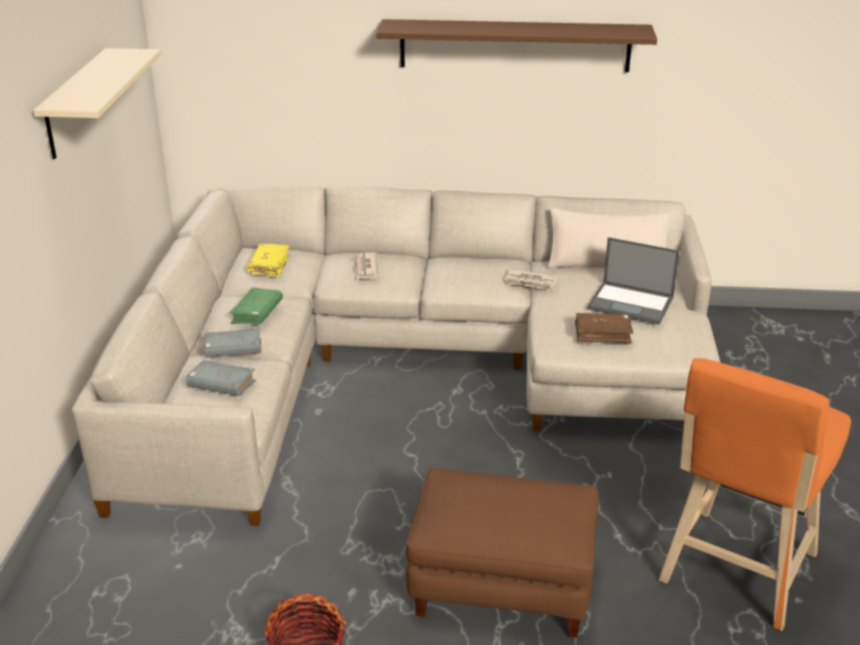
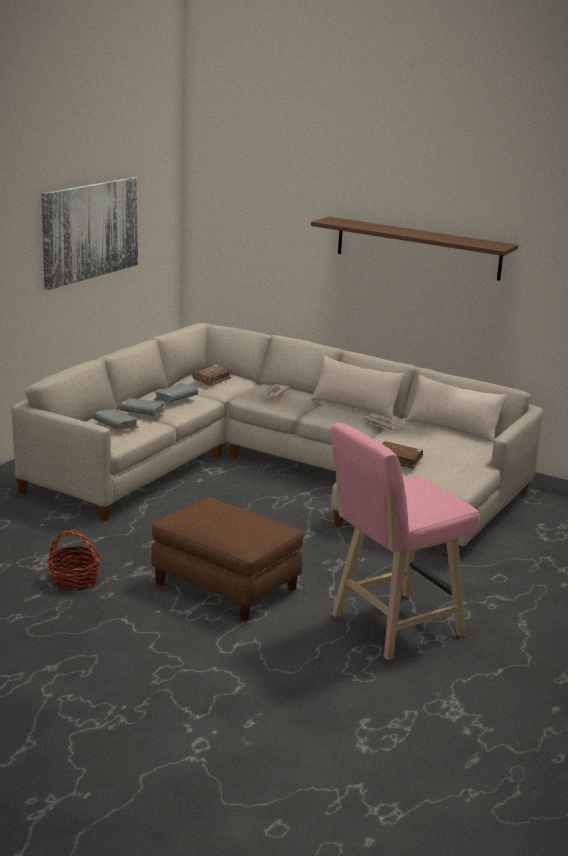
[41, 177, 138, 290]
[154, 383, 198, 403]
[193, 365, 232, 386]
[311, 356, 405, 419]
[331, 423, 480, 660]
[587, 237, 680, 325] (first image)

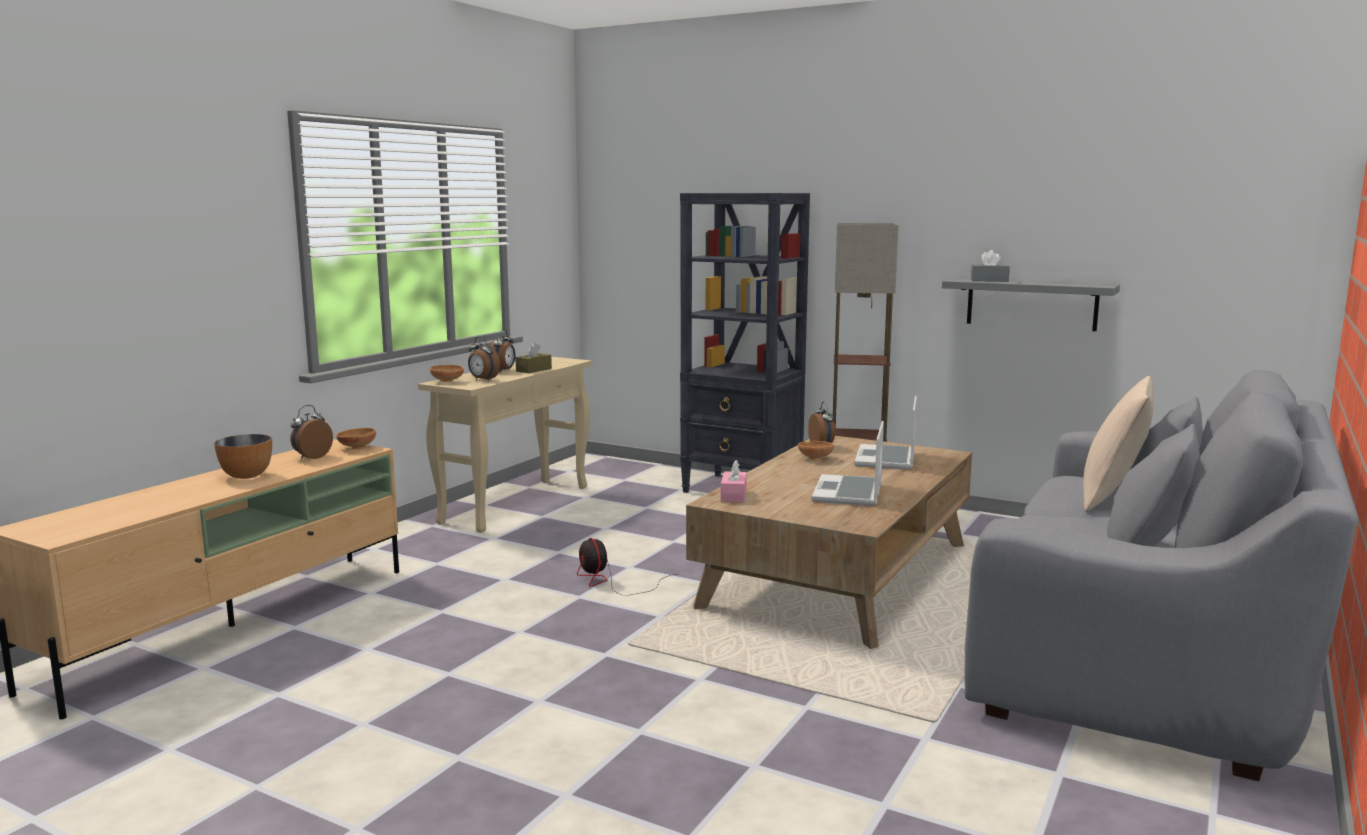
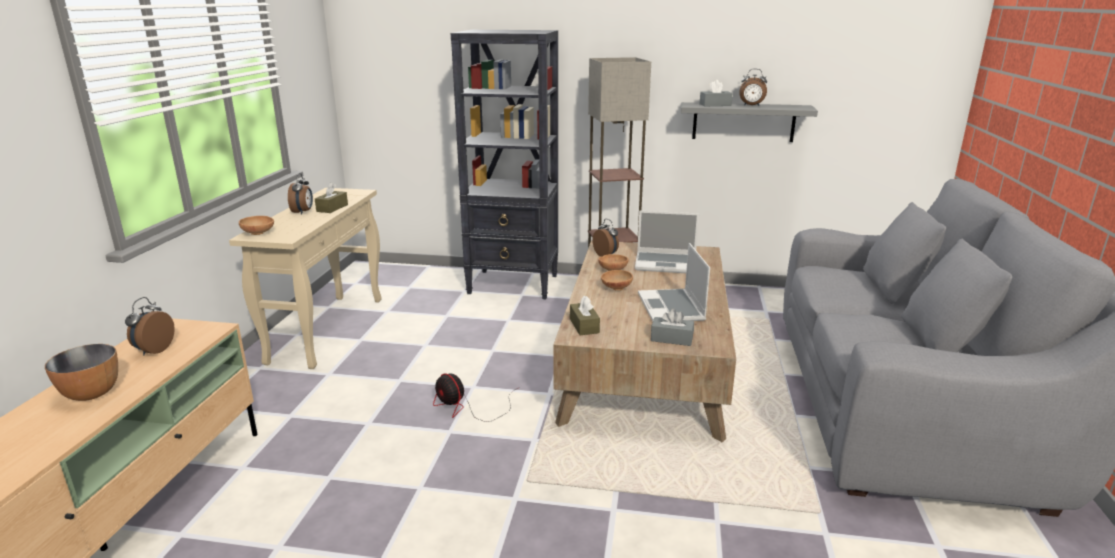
[570, 296, 600, 335]
[601, 270, 633, 290]
[635, 211, 699, 273]
[651, 309, 694, 346]
[739, 69, 767, 106]
[1083, 376, 1154, 512] (first image)

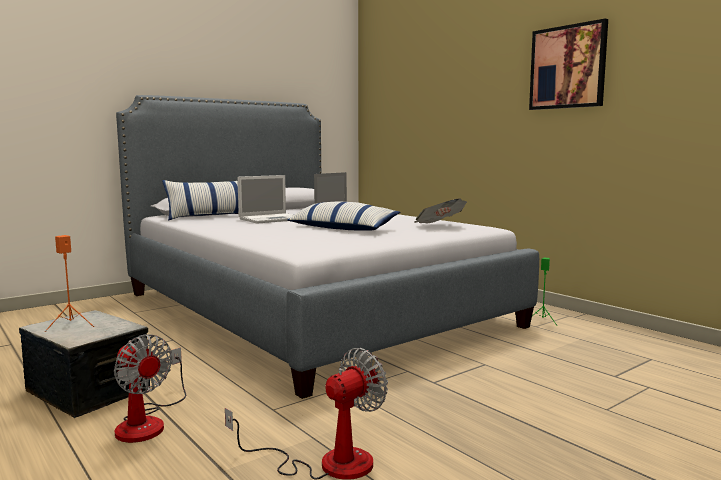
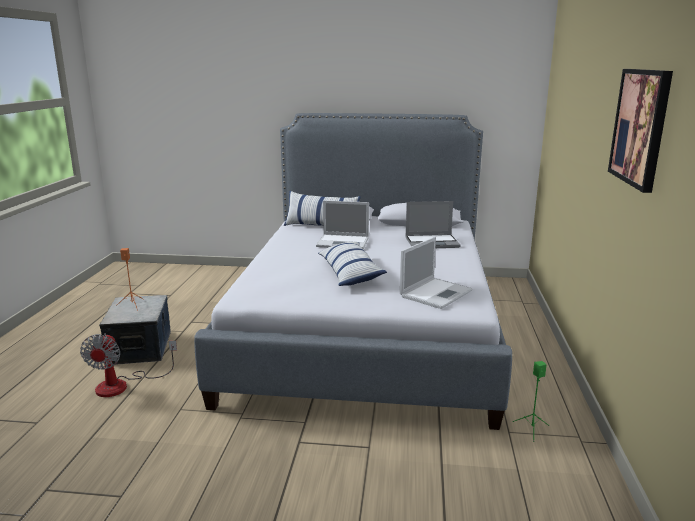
[400, 237, 473, 309]
[225, 348, 388, 480] (first image)

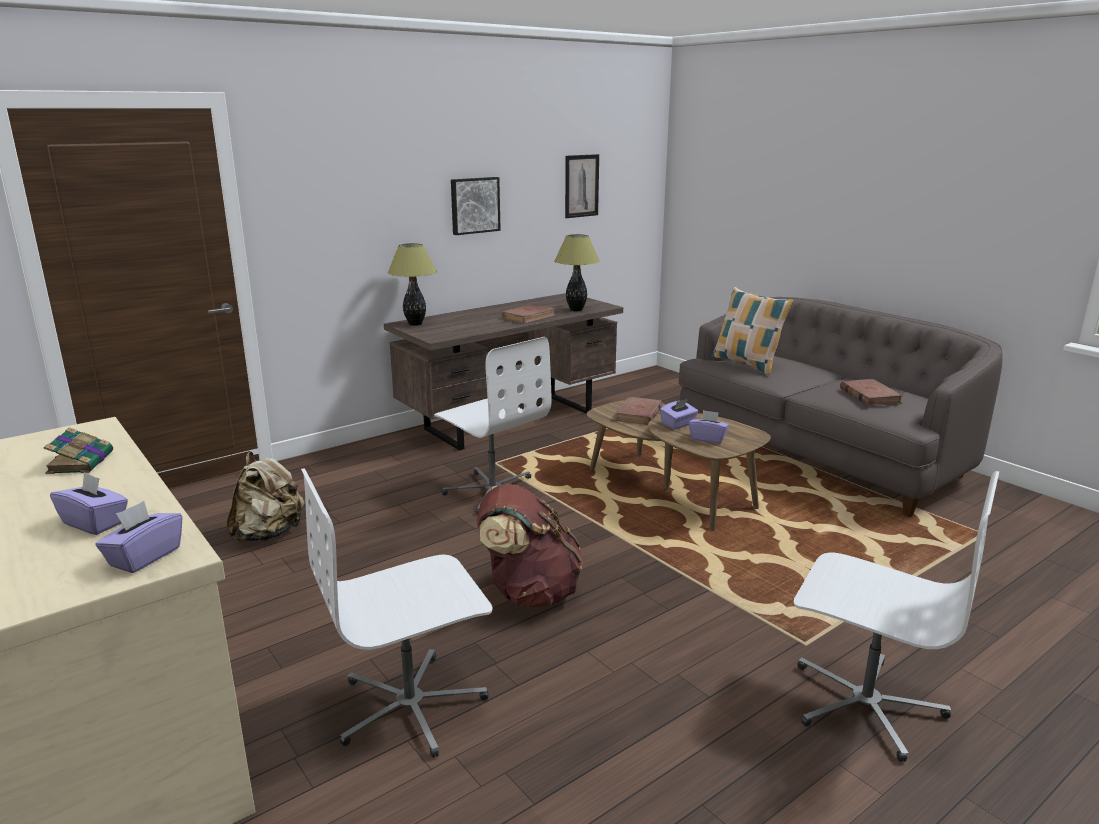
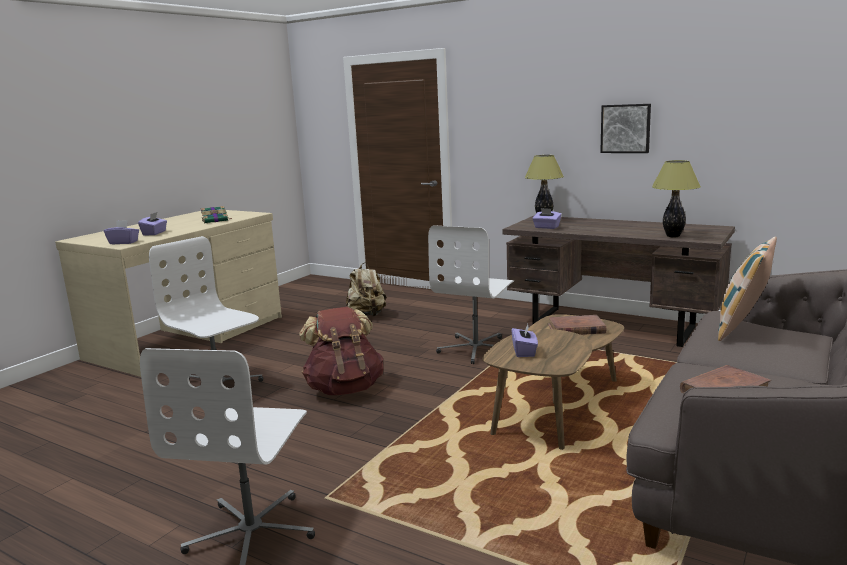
[532, 208, 562, 229]
[502, 304, 557, 324] (first image)
[565, 154, 599, 218] (first image)

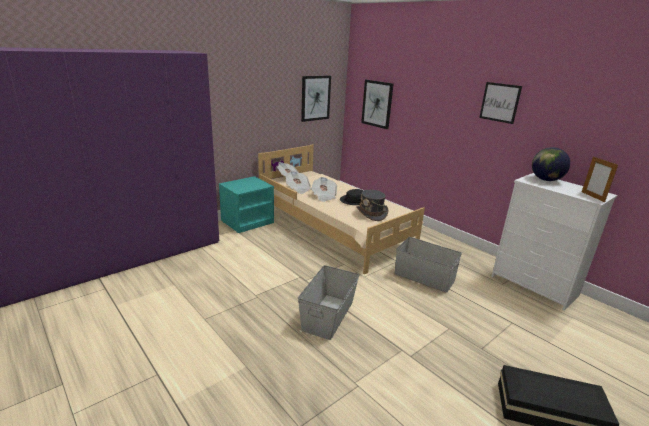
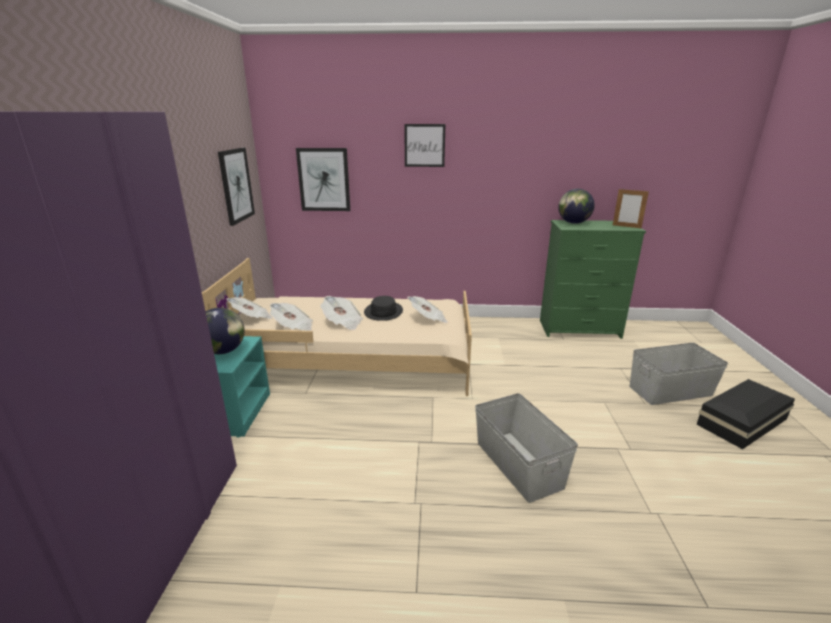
[206, 308, 245, 354]
[404, 124, 445, 167]
[407, 296, 448, 323]
[540, 220, 646, 339]
[630, 343, 728, 405]

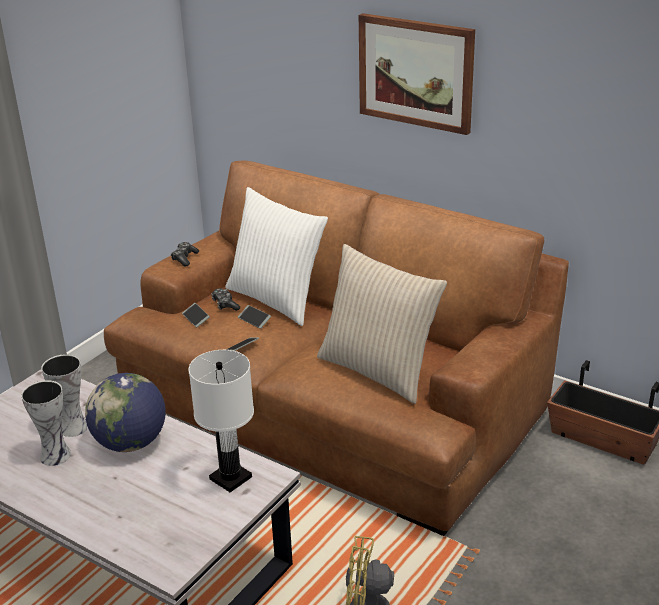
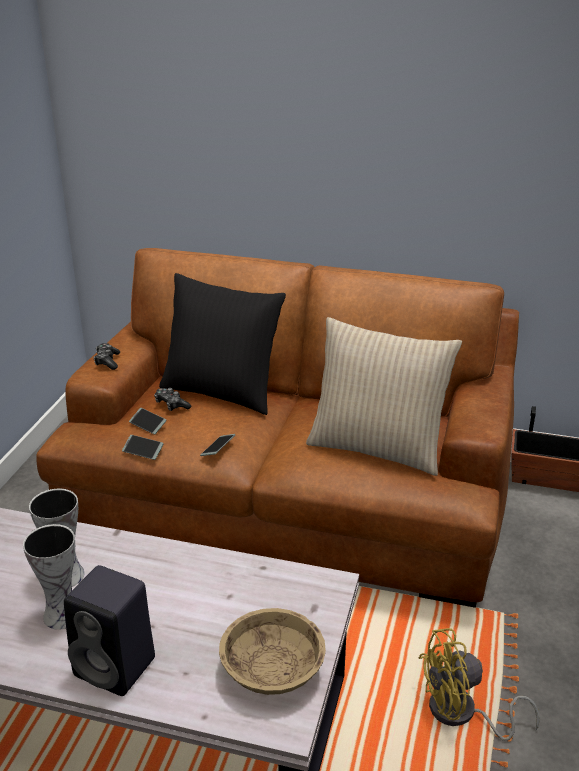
[64, 565, 155, 696]
[122, 435, 164, 460]
[159, 273, 286, 415]
[219, 608, 326, 695]
[85, 373, 166, 452] (first image)
[189, 350, 254, 492] (first image)
[359, 13, 475, 135] (first image)

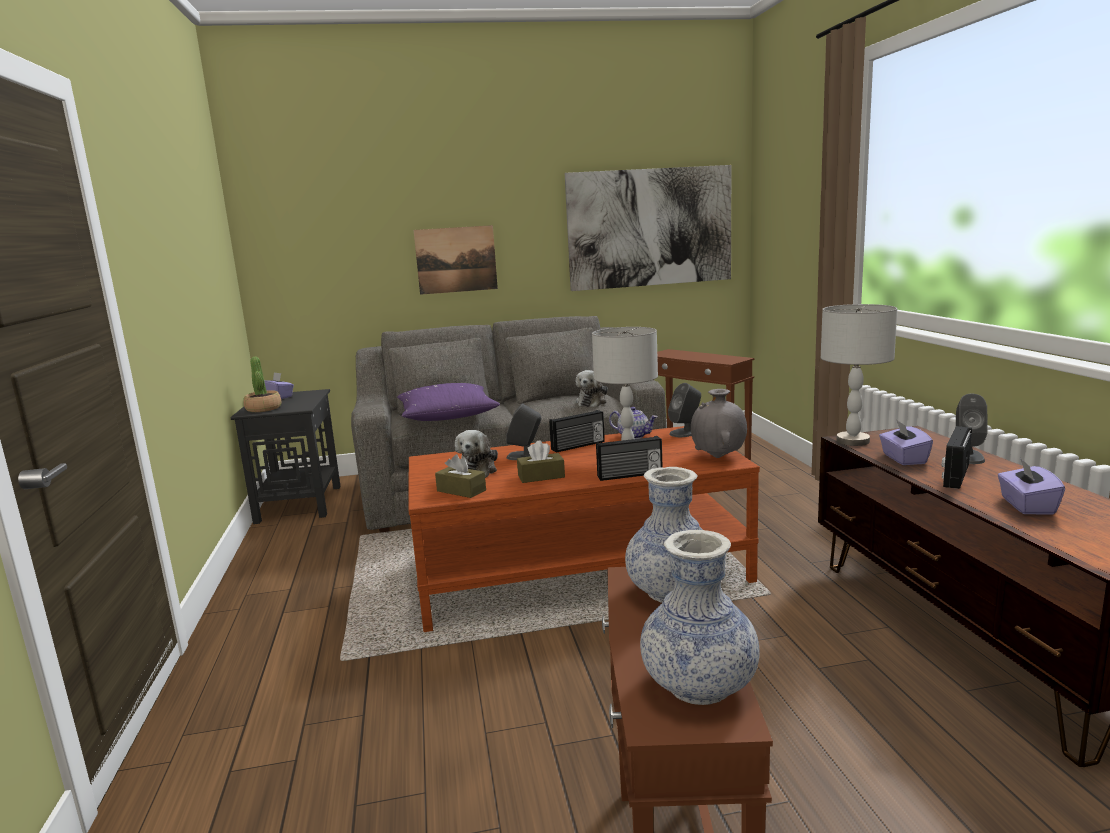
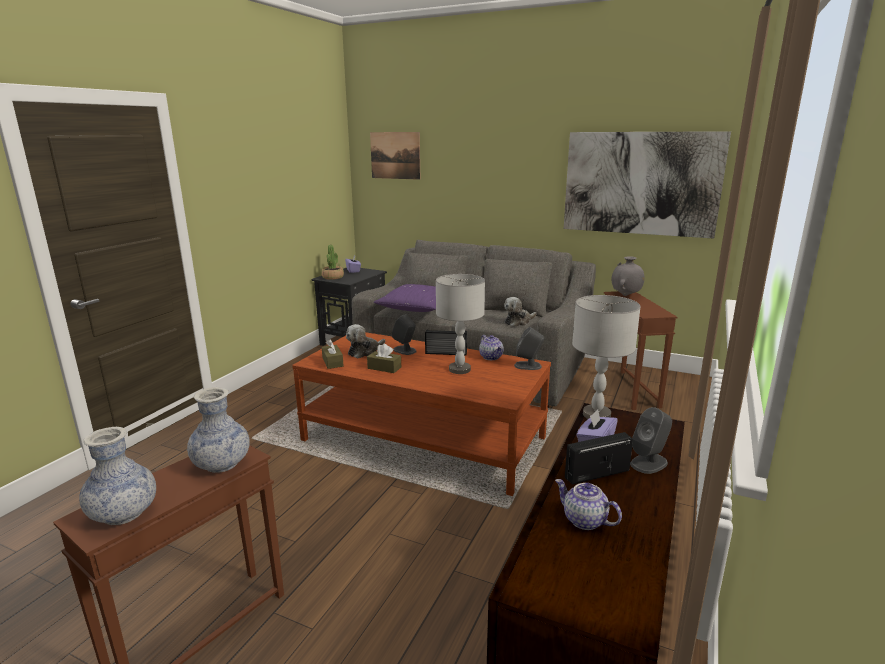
[370, 132, 420, 180]
[555, 479, 622, 530]
[612, 256, 644, 296]
[596, 436, 662, 481] (first image)

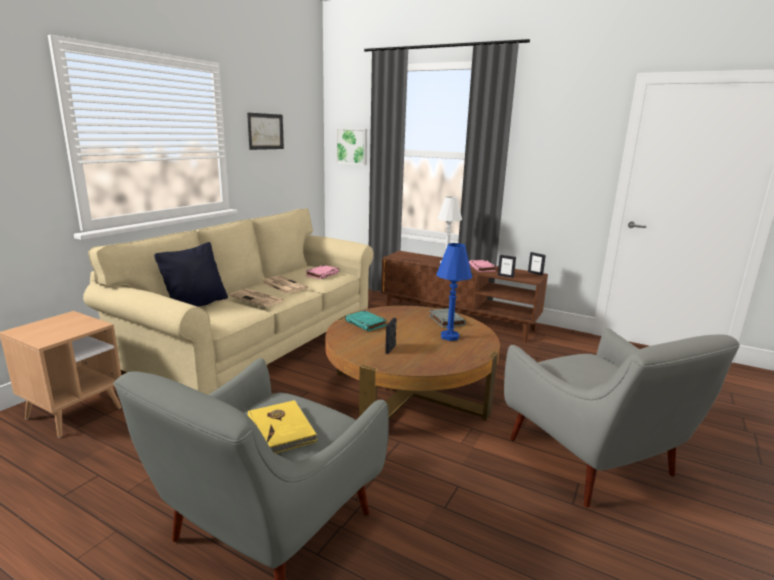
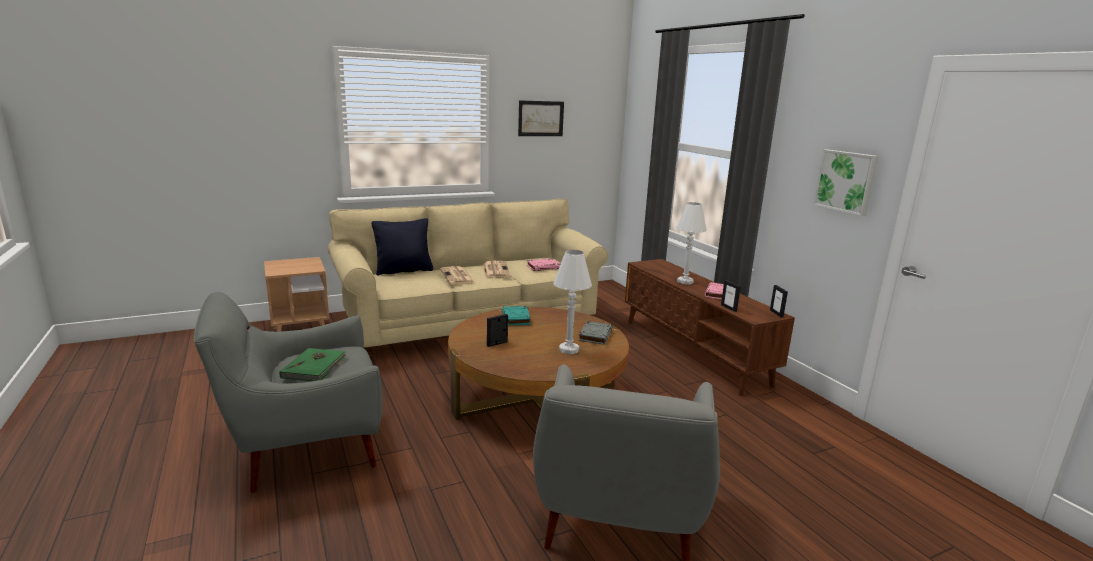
[279, 348, 349, 381]
[553, 250, 592, 354]
[813, 150, 878, 216]

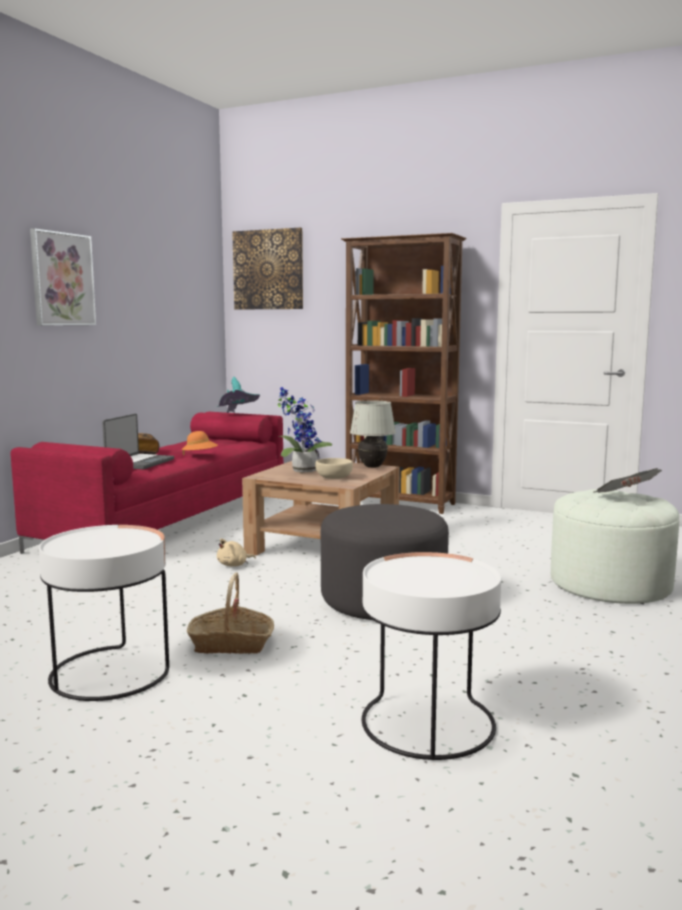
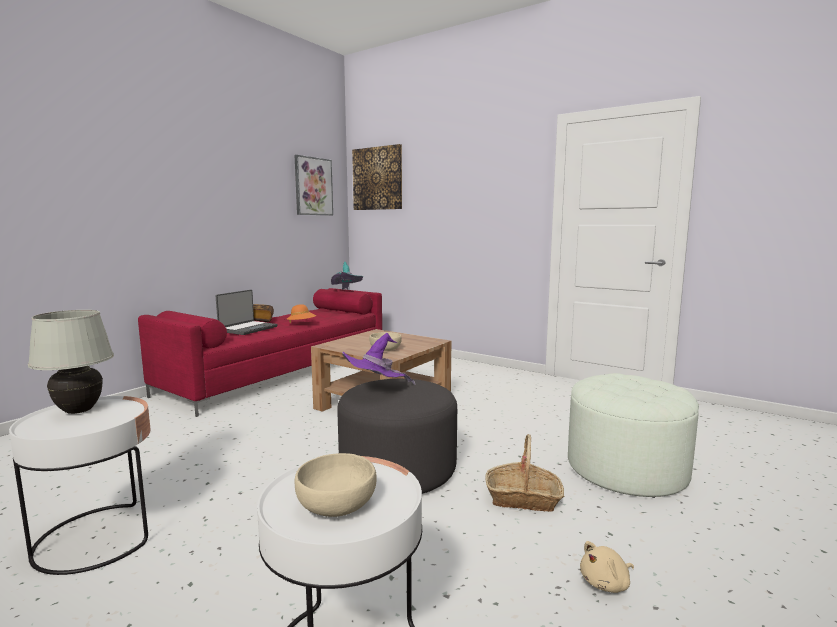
[28, 310, 114, 414]
[294, 453, 377, 517]
[295, 155, 333, 216]
[342, 333, 416, 385]
[485, 434, 564, 512]
[580, 541, 634, 593]
[278, 387, 332, 472] (first image)
[341, 233, 466, 514] (first image)
[594, 468, 662, 493] (first image)

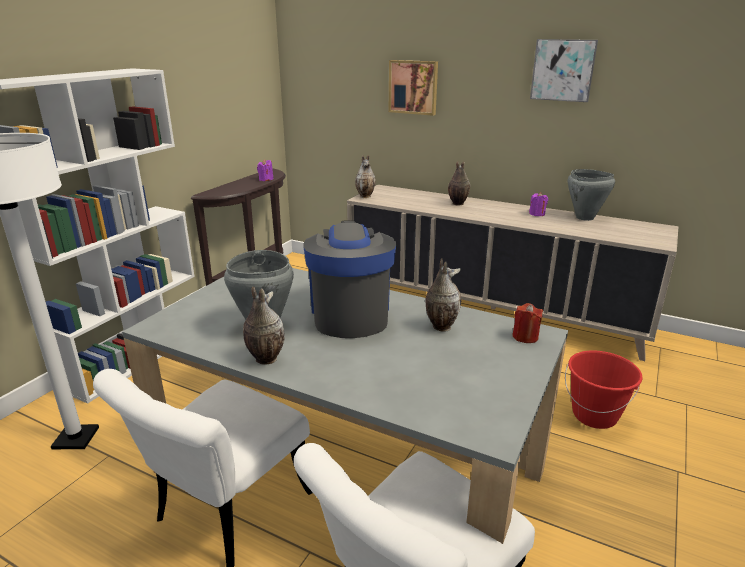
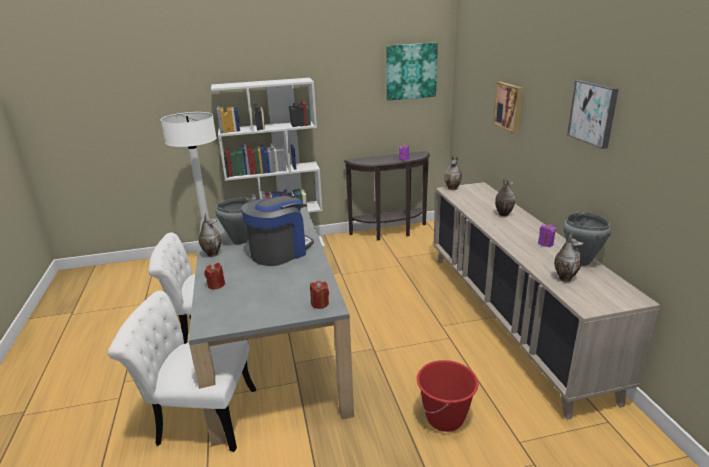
[204, 263, 225, 290]
[386, 43, 438, 101]
[554, 232, 584, 282]

